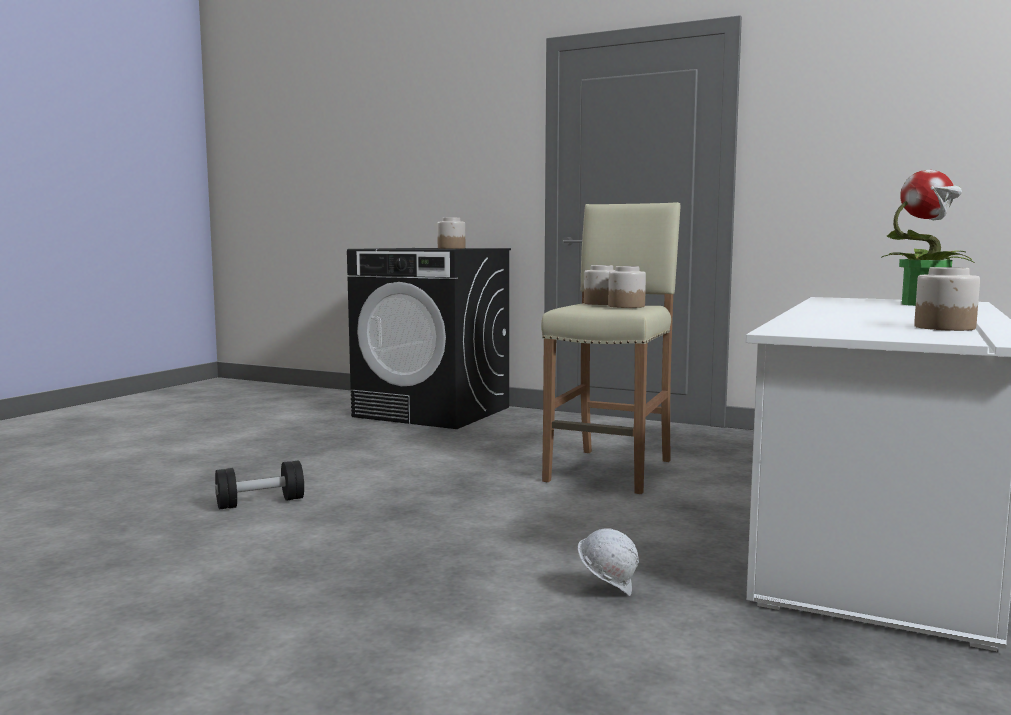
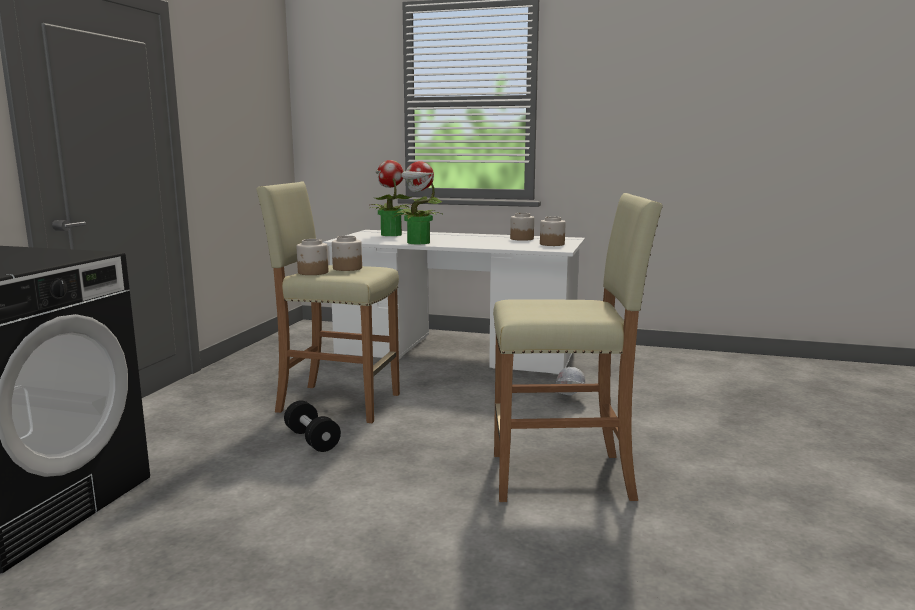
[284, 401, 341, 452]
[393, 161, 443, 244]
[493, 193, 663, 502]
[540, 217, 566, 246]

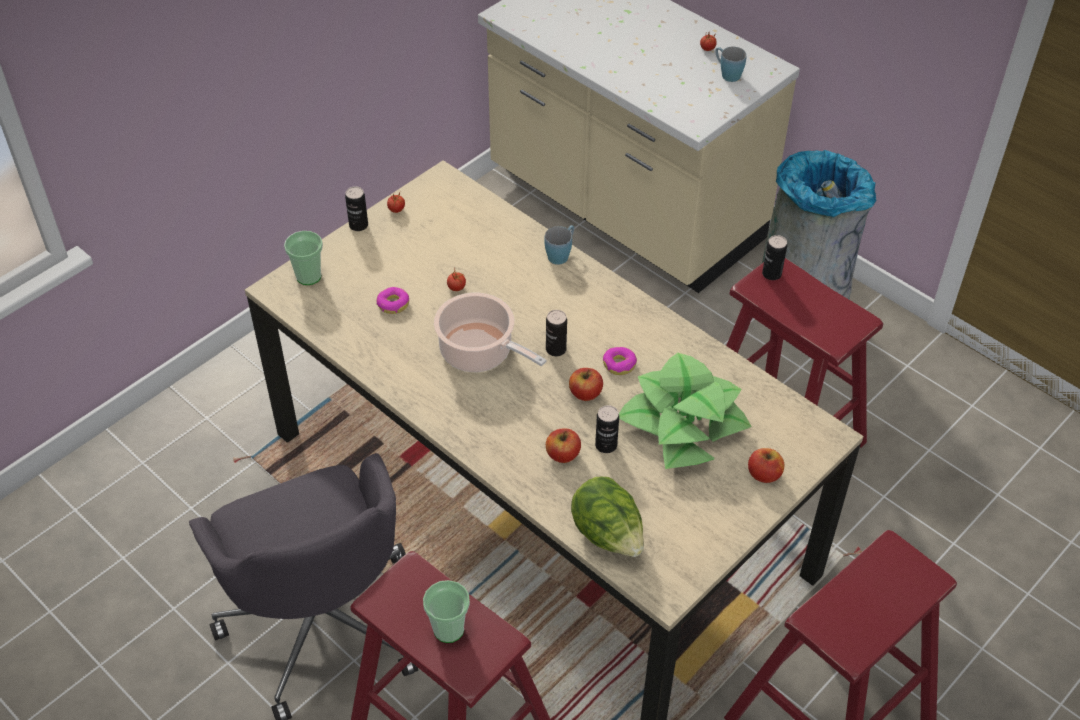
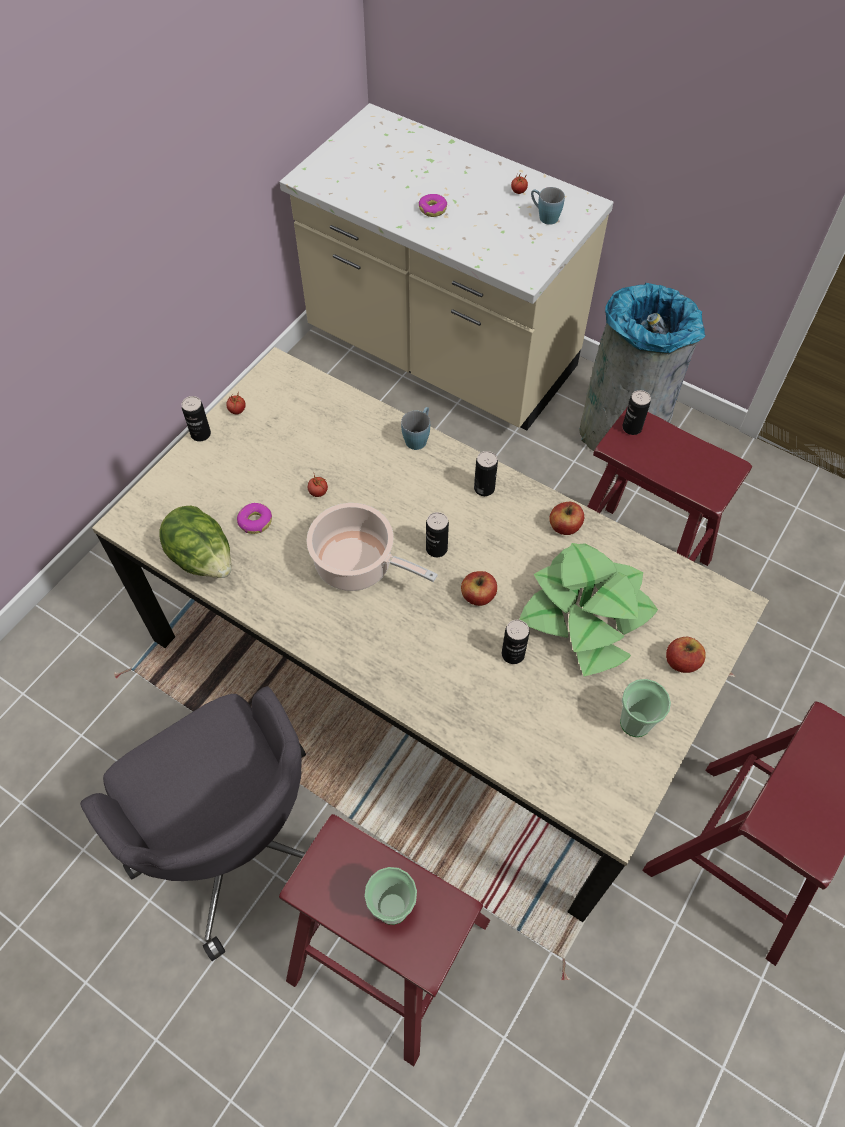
[159, 506, 231, 578]
[419, 194, 447, 217]
[474, 451, 498, 496]
[549, 502, 584, 535]
[620, 679, 671, 737]

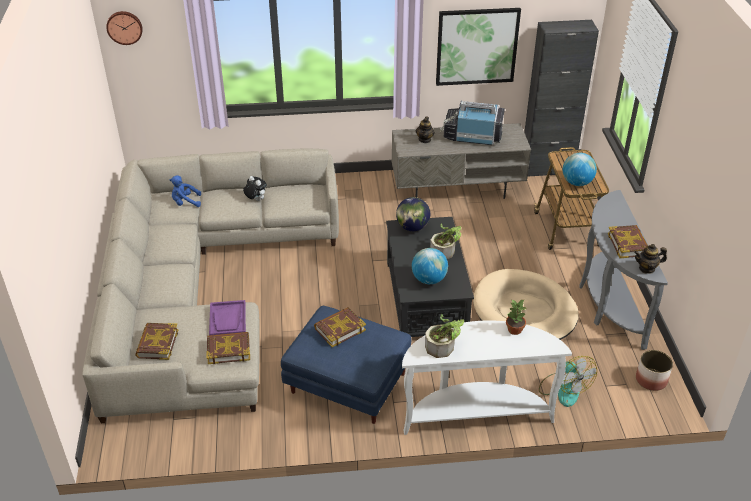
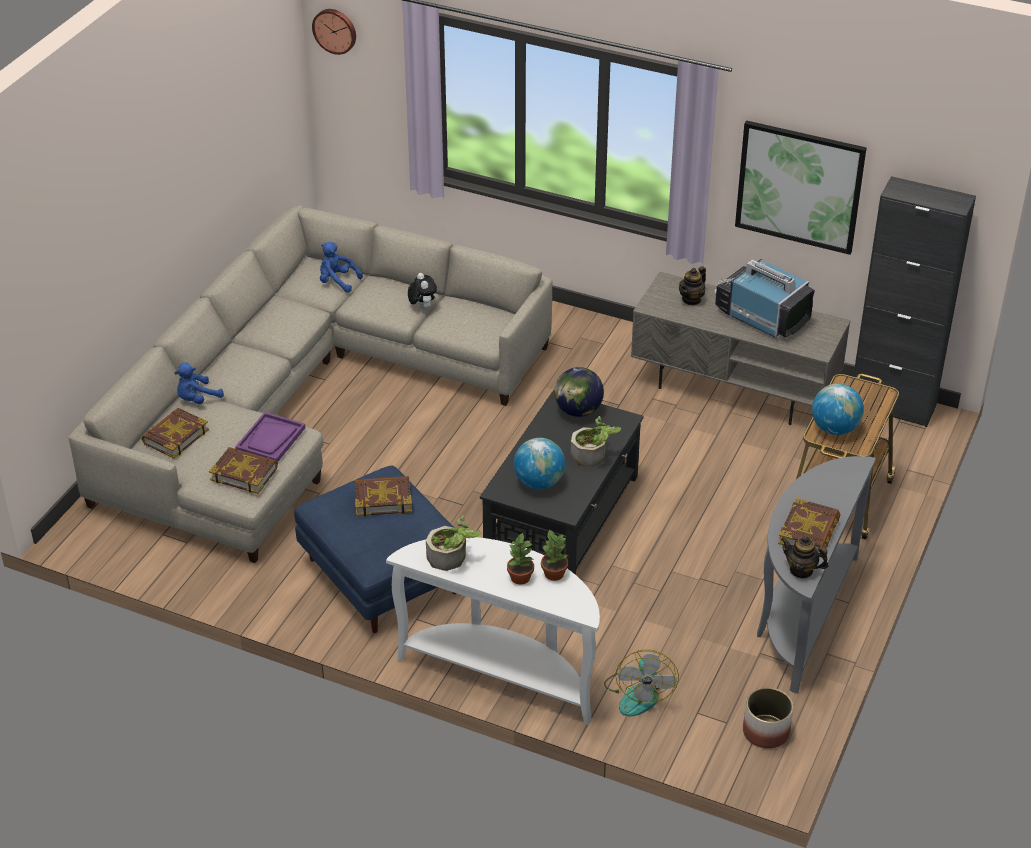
[175, 362, 224, 404]
[507, 534, 534, 585]
[473, 269, 579, 340] (first image)

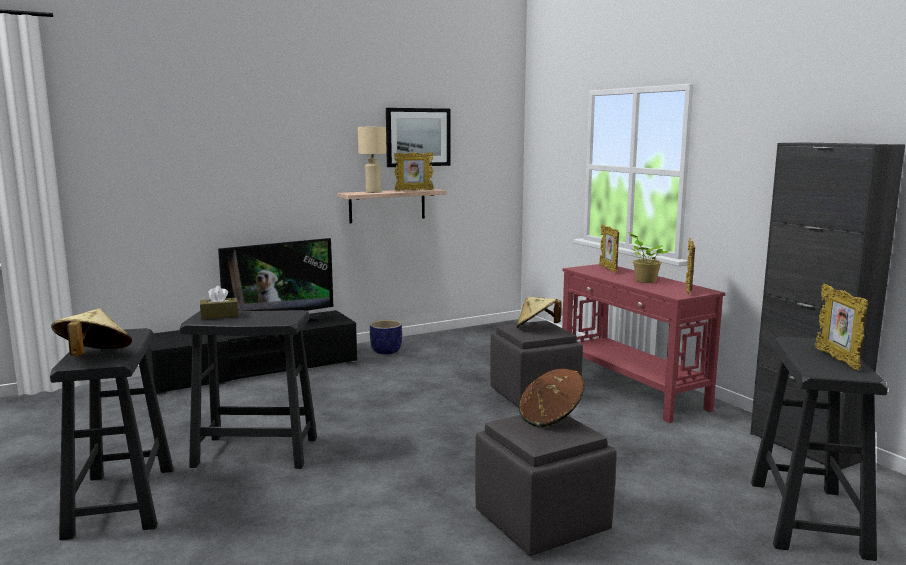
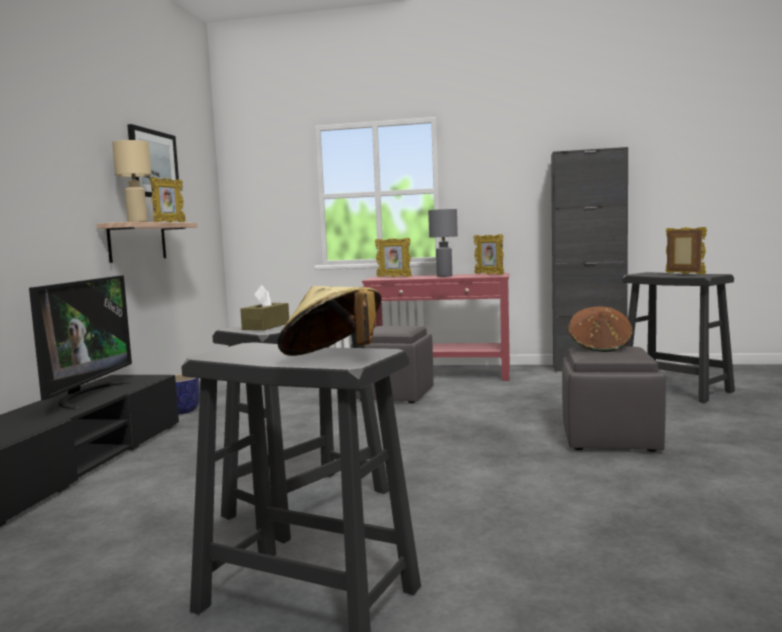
[428, 209, 458, 277]
[665, 227, 707, 274]
[516, 297, 561, 328] (first image)

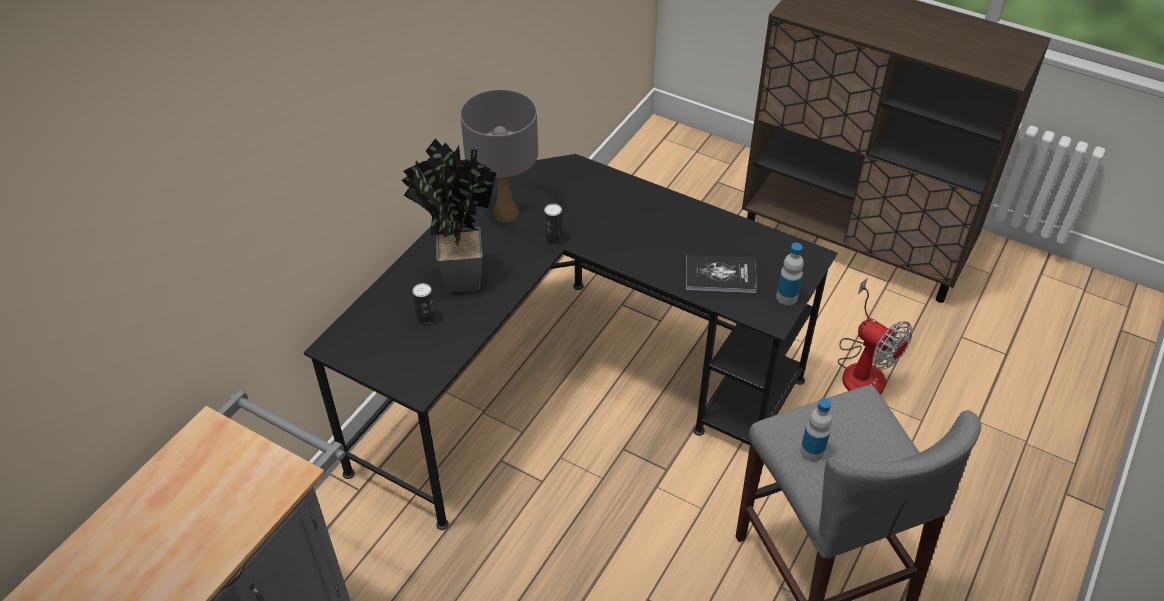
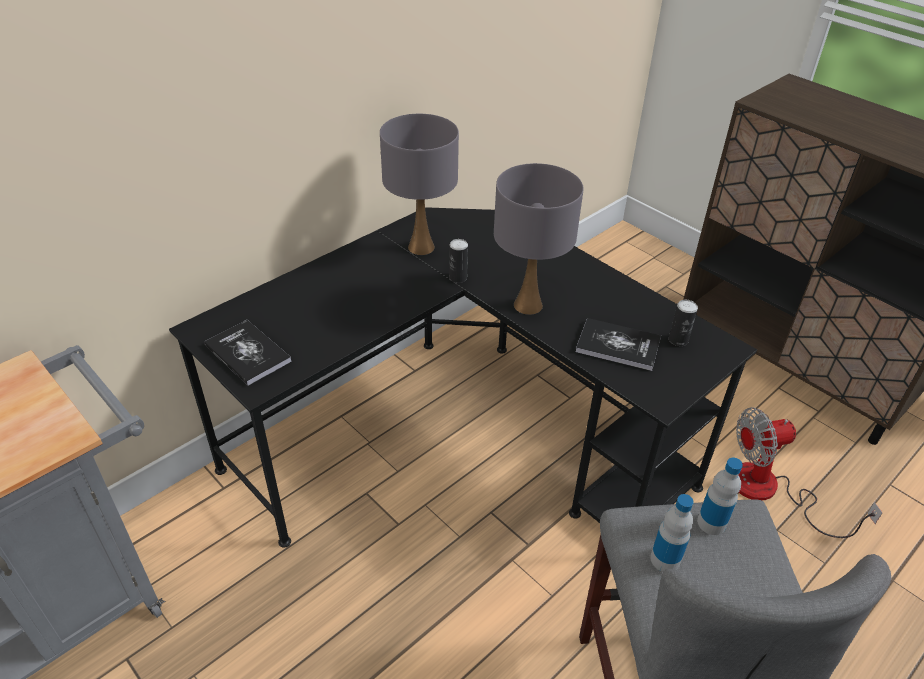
[204, 320, 291, 386]
[494, 163, 584, 315]
[669, 300, 698, 346]
[697, 458, 743, 535]
[736, 407, 883, 538]
[401, 138, 497, 293] (first image)

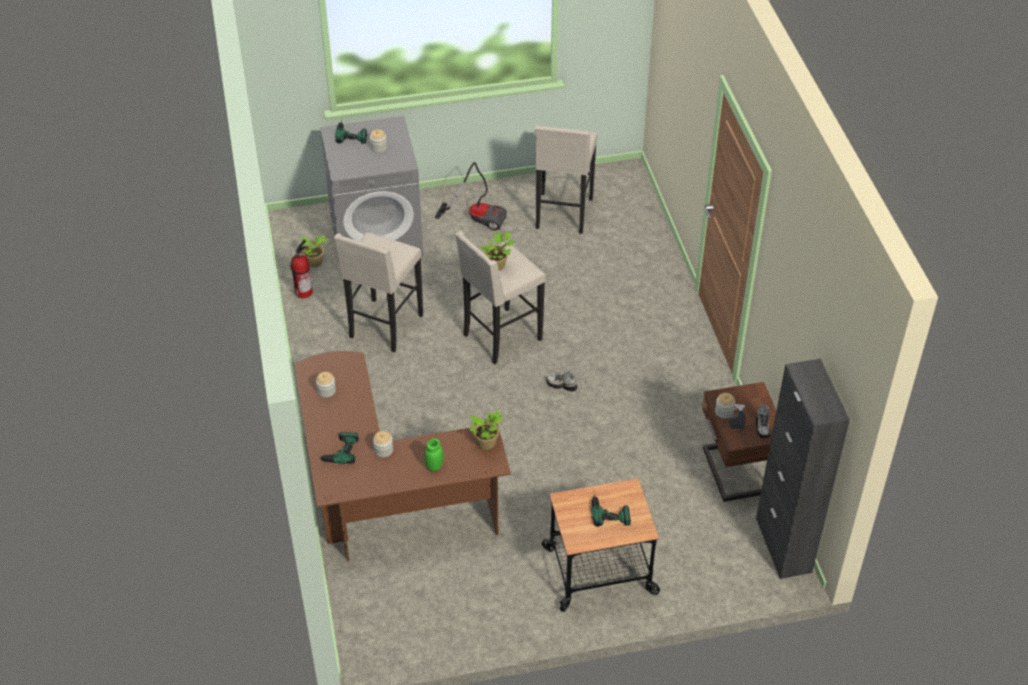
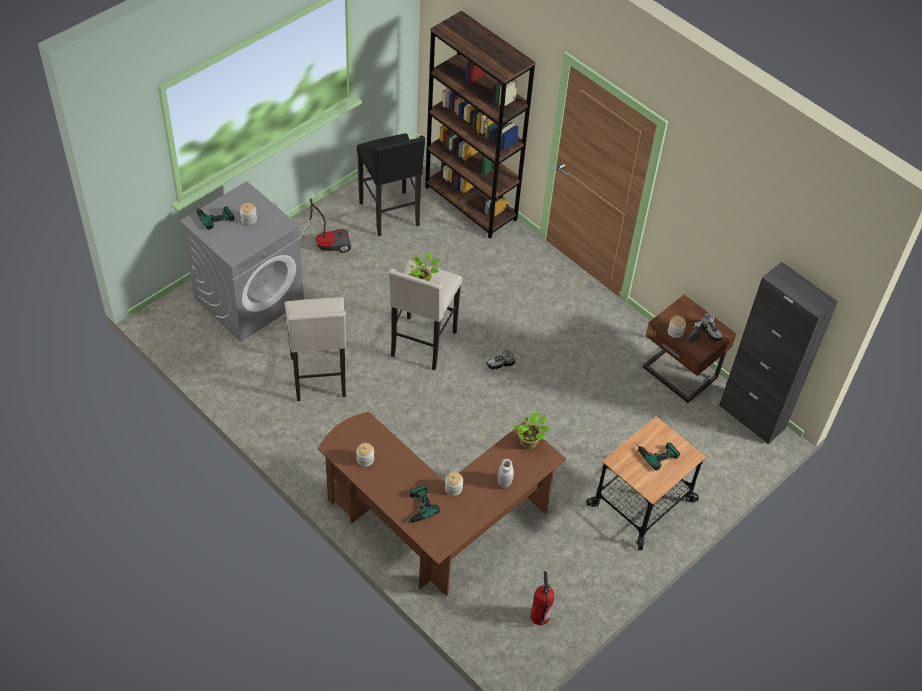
[357, 133, 425, 236]
[425, 11, 536, 239]
[498, 459, 514, 488]
[531, 571, 554, 626]
[301, 234, 328, 267] (first image)

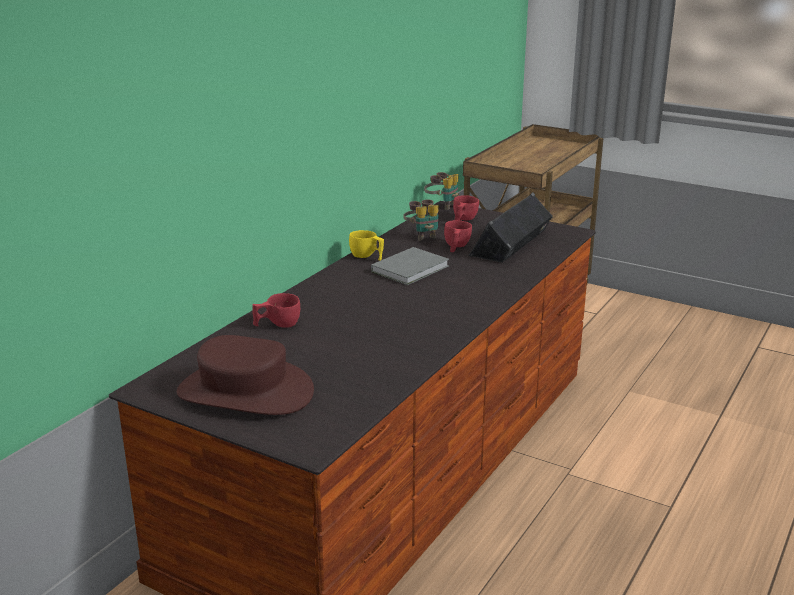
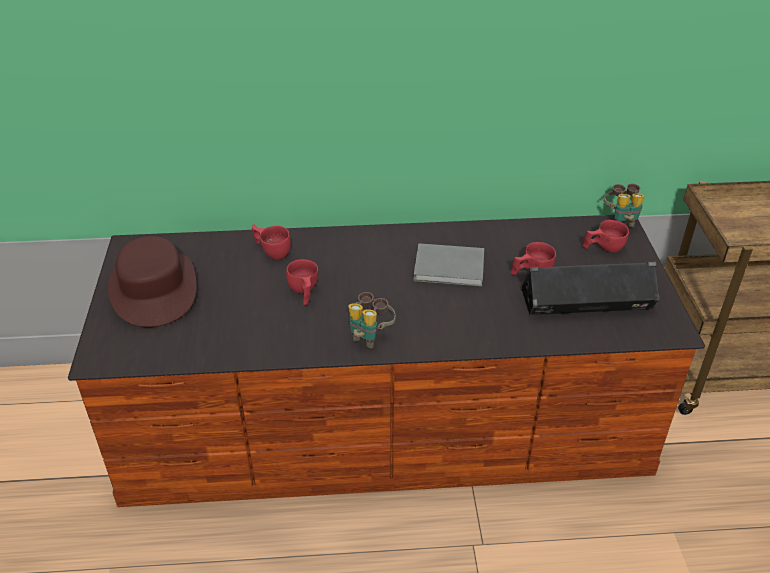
[286, 259, 318, 305]
[349, 292, 396, 348]
[349, 230, 384, 260] (first image)

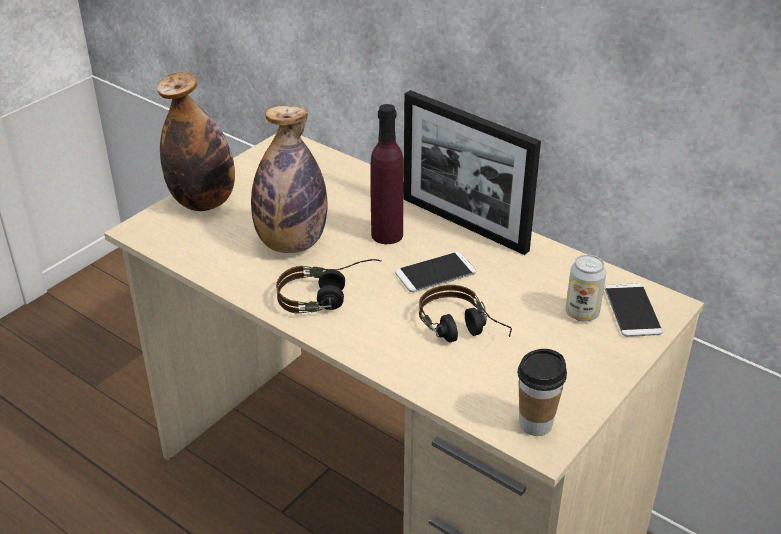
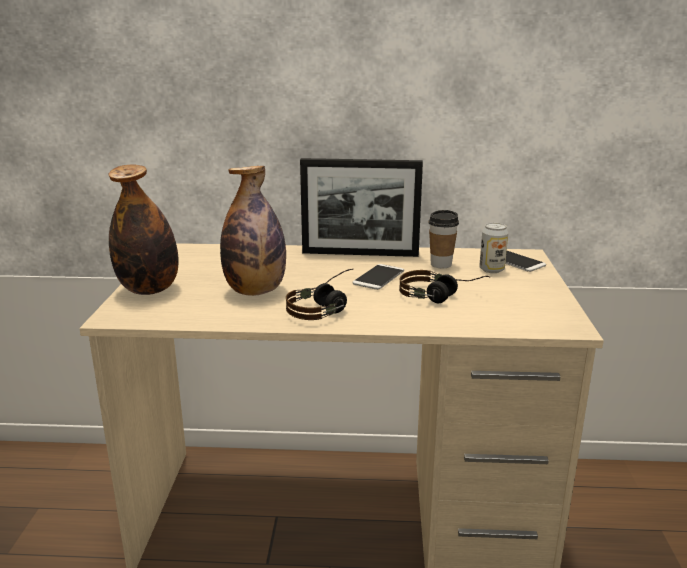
[428, 210, 459, 268]
[370, 104, 403, 244] (first image)

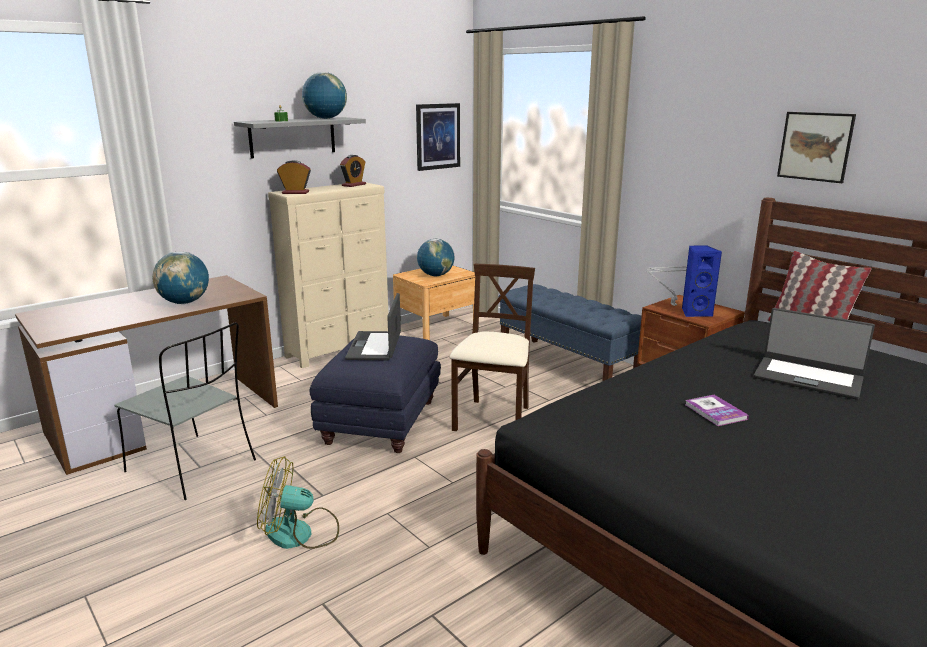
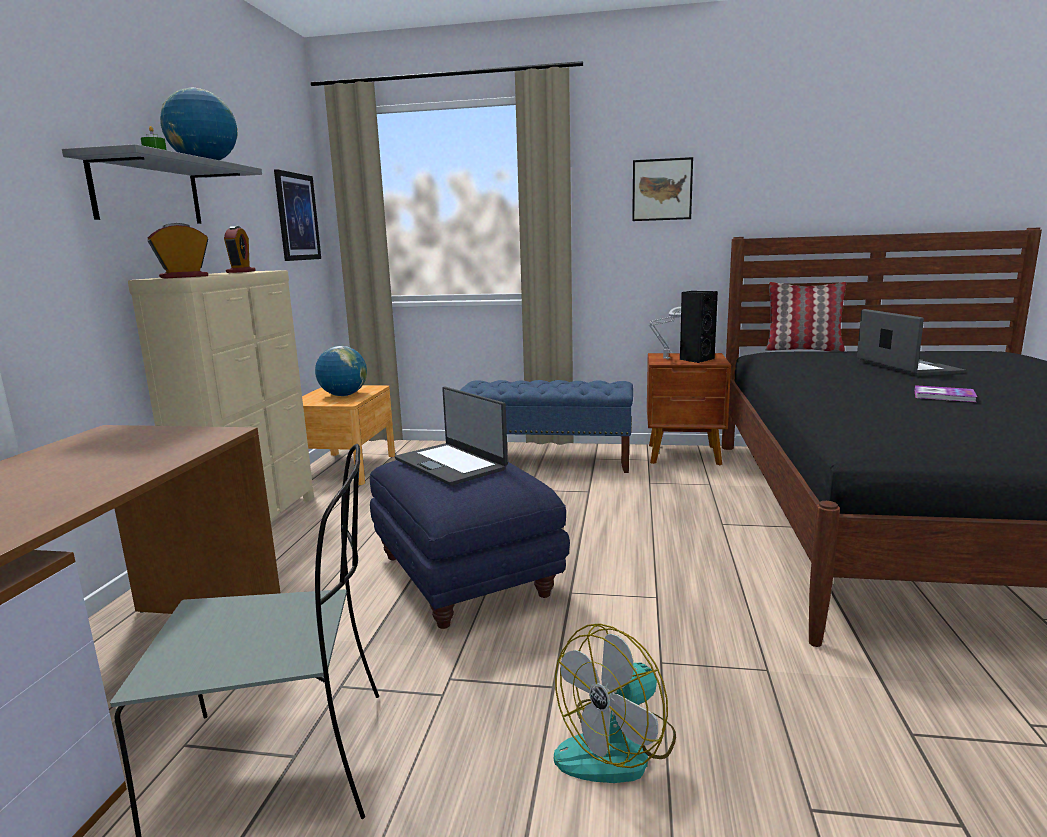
[632, 157, 693, 221]
[680, 291, 718, 363]
[857, 309, 966, 376]
[152, 251, 209, 304] (first image)
[449, 264, 535, 431] (first image)

